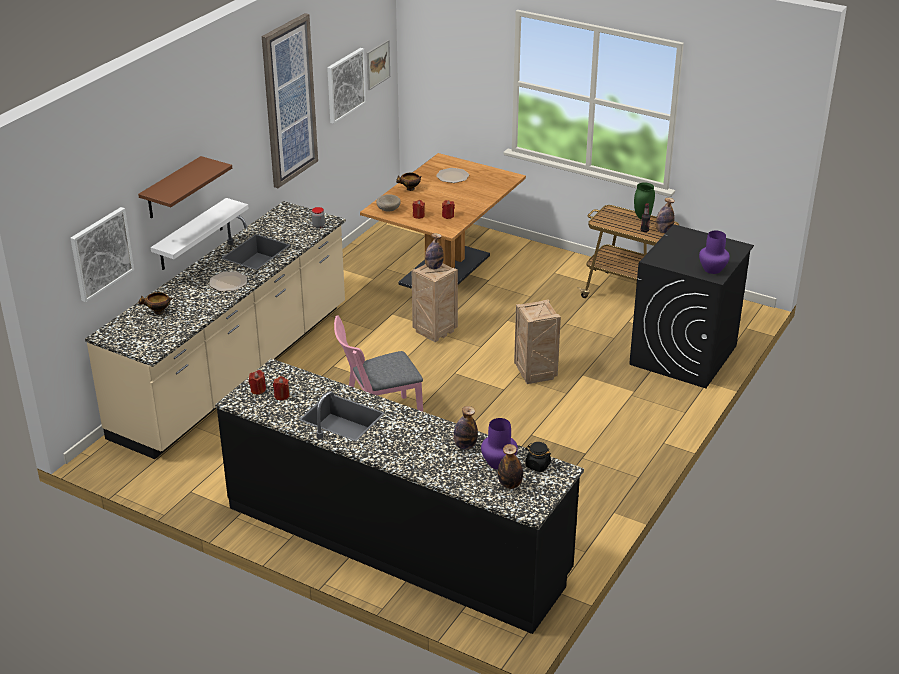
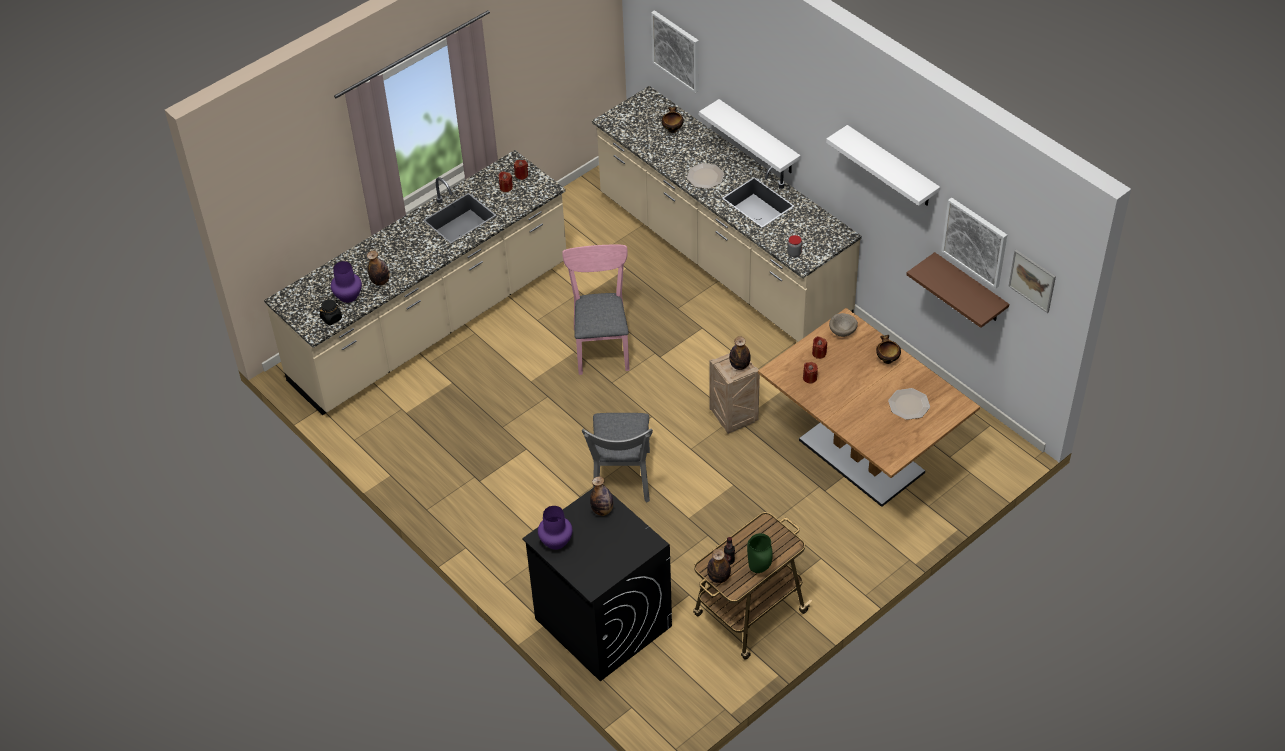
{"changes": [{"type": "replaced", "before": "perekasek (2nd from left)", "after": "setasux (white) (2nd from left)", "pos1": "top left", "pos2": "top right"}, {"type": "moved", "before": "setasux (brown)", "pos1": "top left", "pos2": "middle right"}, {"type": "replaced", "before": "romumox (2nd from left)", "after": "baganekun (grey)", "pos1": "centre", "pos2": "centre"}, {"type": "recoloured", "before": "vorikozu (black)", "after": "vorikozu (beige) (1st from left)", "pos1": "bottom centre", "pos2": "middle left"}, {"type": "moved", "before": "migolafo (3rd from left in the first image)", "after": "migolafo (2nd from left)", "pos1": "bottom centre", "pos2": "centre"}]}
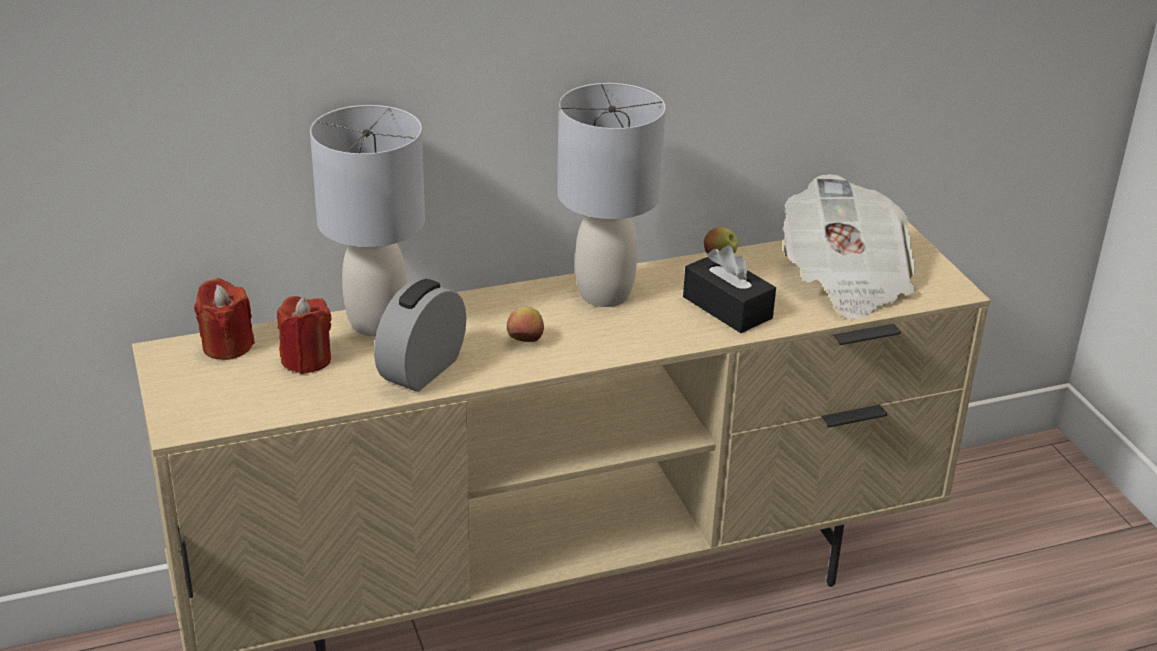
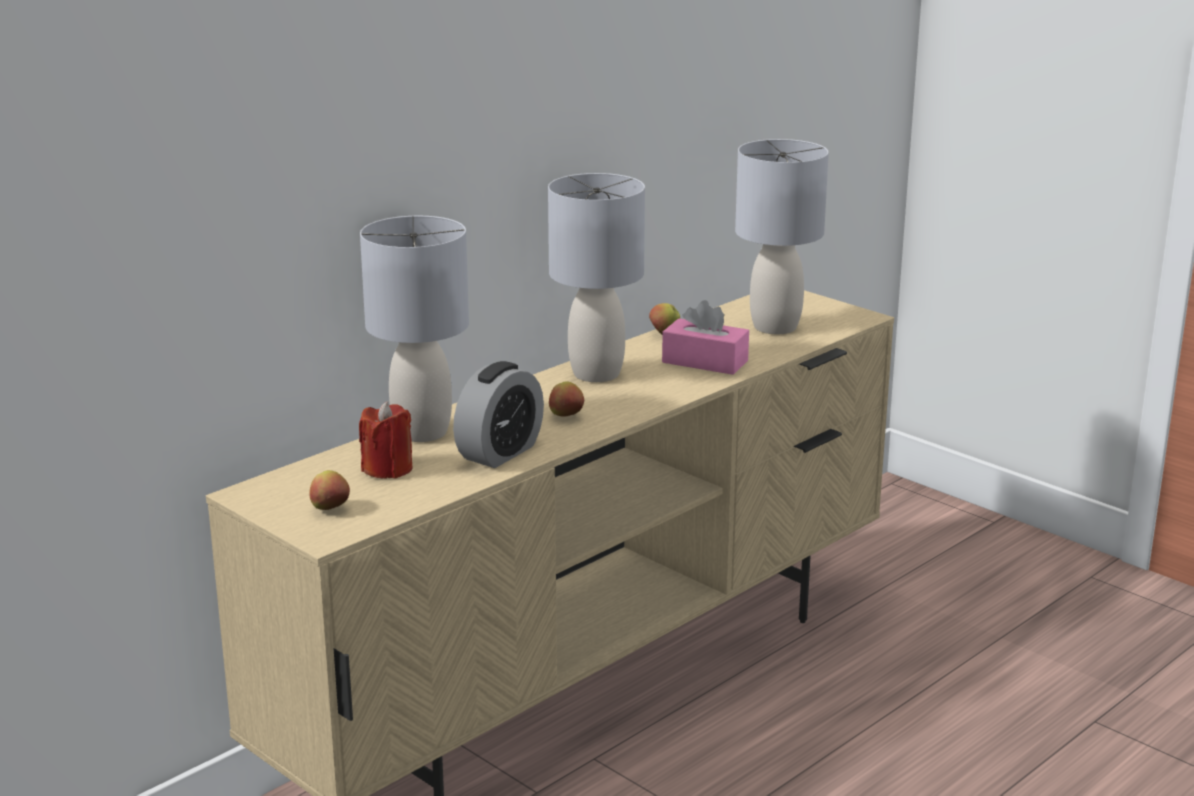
{"changes": [{"type": "replaced", "before": "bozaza", "after": "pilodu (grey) (3rd from left)", "pos1": "middle right", "pos2": "top centre"}, {"type": "recoloured", "before": "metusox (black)", "after": "metusox (pink)", "pos1": "centre", "pos2": "centre"}, {"type": "removed", "before": "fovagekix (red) (1st from left)", "pos1": "middle left"}, {"type": "turned", "before": "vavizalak", "pos1": "centre", "pos2": "centre", "turn": -150}, {"type": "added", "after": "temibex (1st from left)", "pos2": "middle left"}]}
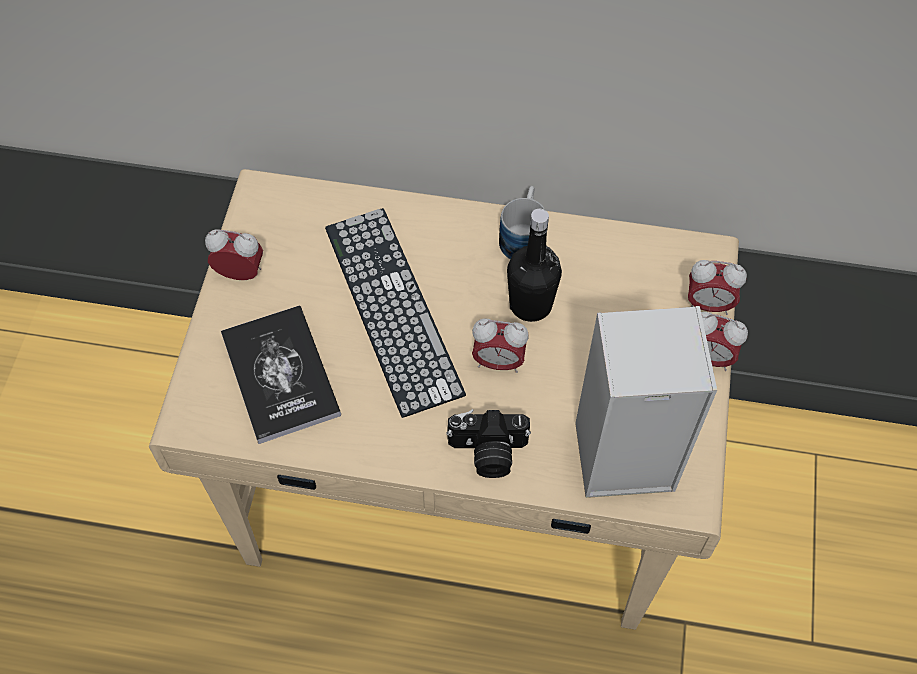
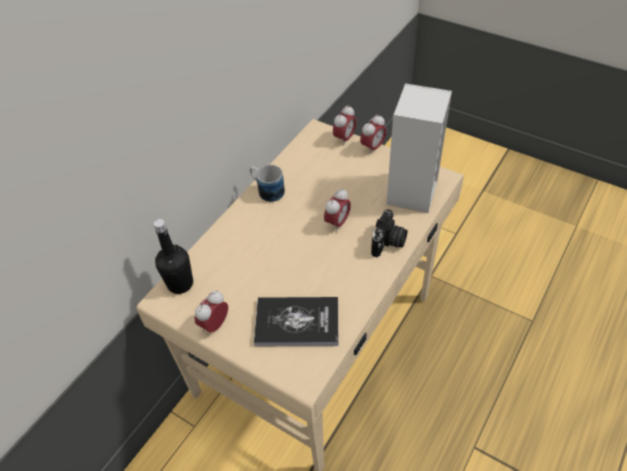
{"changes": [{"type": "removed", "before": "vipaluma", "pos1": "centre"}, {"type": "moved", "before": "migolafo (black)", "pos1": "centre", "pos2": "middle left"}]}
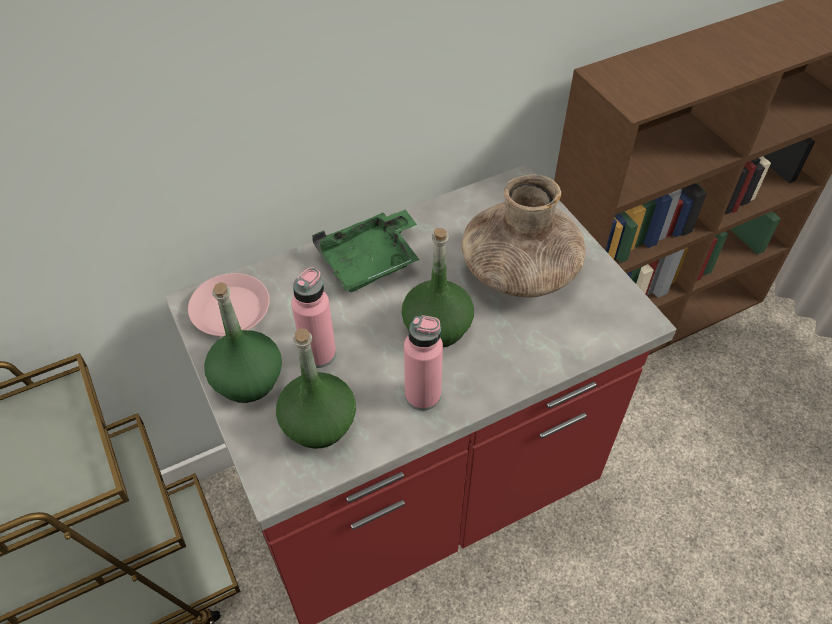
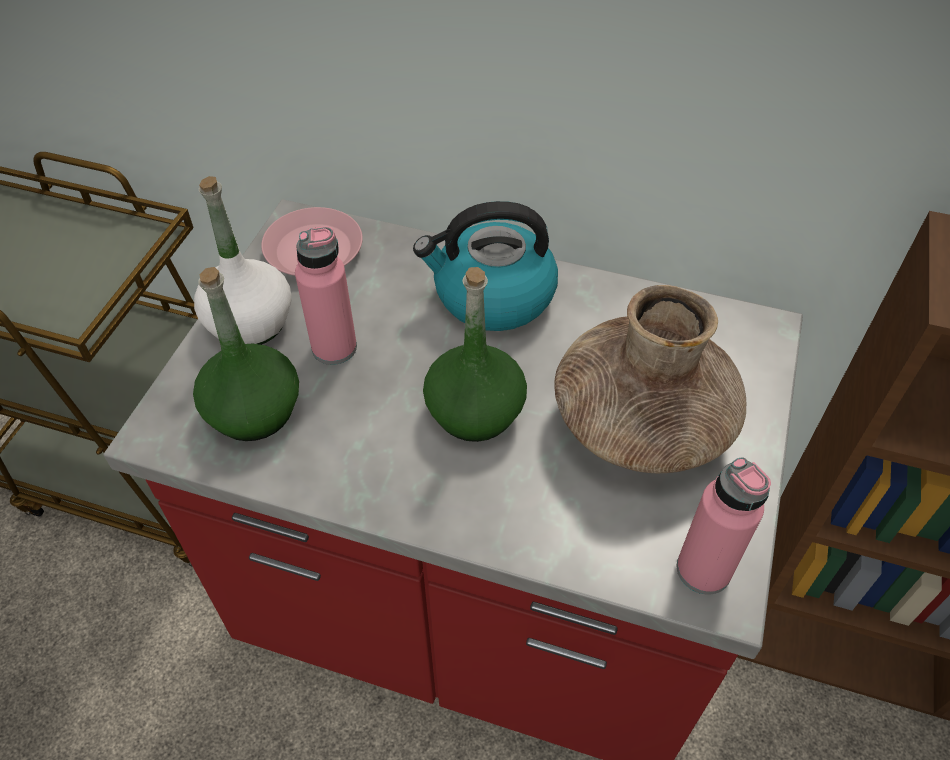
{"changes": [{"type": "replaced", "before": "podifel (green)", "after": "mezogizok", "pos1": "centre", "pos2": "centre"}, {"type": "recoloured", "before": "migolafo (green) (1st from left)", "after": "migolafo (white)", "pos1": "middle left", "pos2": "middle left"}, {"type": "moved", "before": "migolafo (pink) (2nd from left)", "pos1": "centre", "pos2": "bottom right"}]}
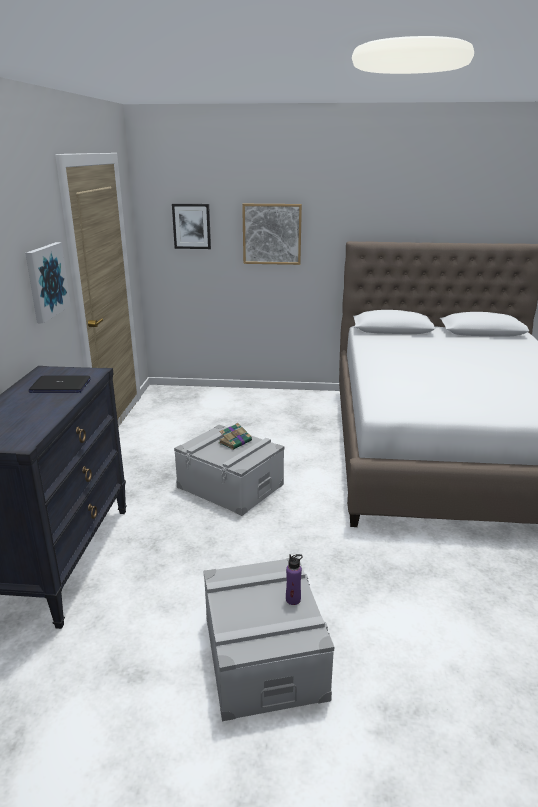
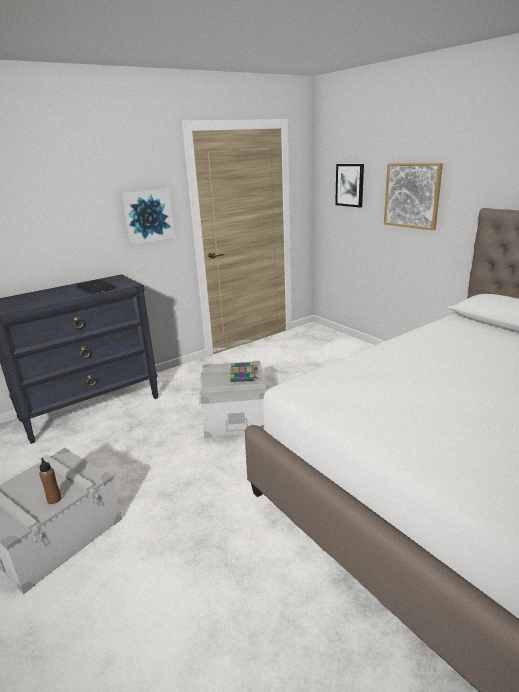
{"changes": [{"type": "recoloured", "before": "migolafo (purple)", "after": "migolafo (brown)", "pos1": "bottom centre", "pos2": "bottom left"}]}
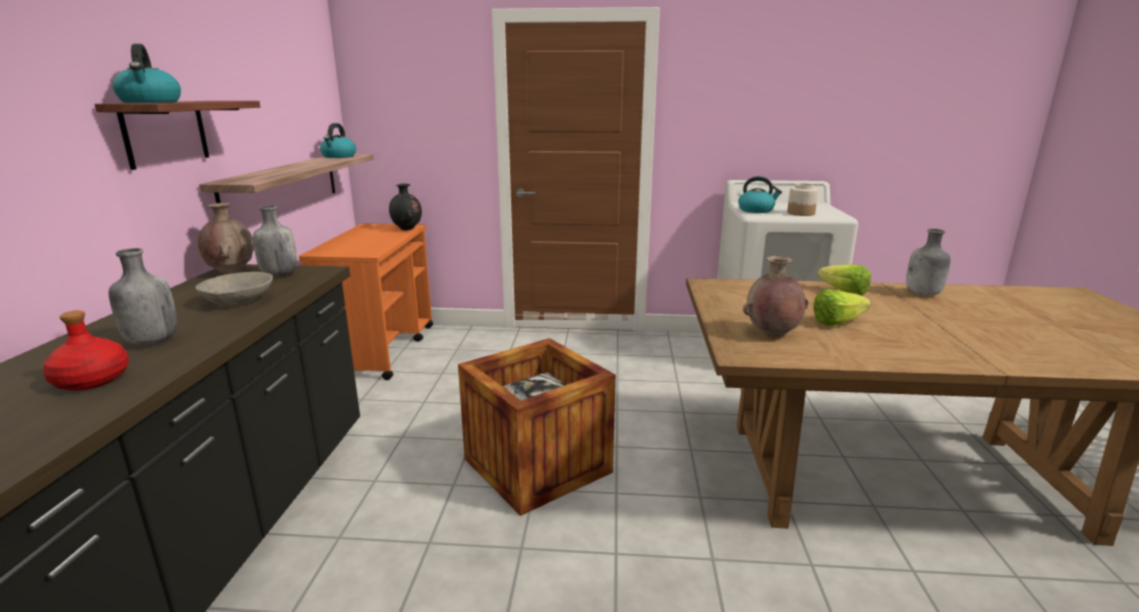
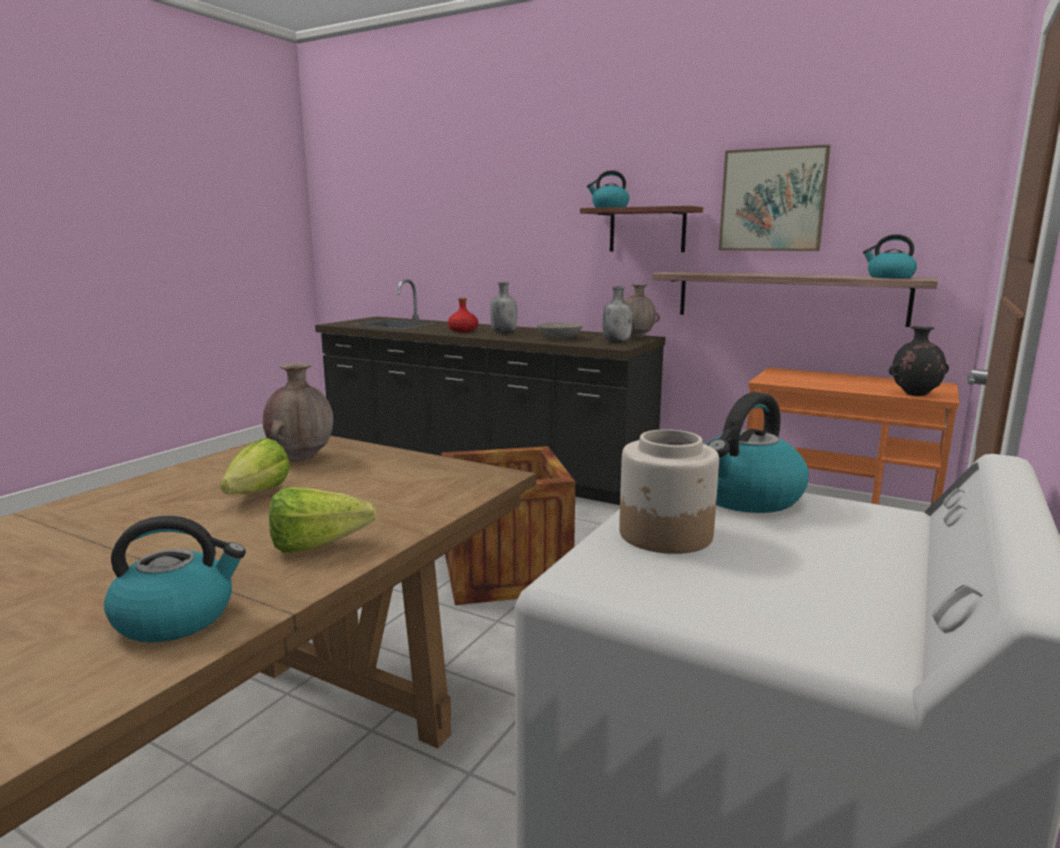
{"changes": [{"type": "replaced", "before": "migolafo (grey) (3rd from left)", "after": "mezogizok (1st from left)", "pos1": "middle right", "pos2": "bottom left"}, {"type": "added", "after": "perekasek", "pos2": "top right"}]}
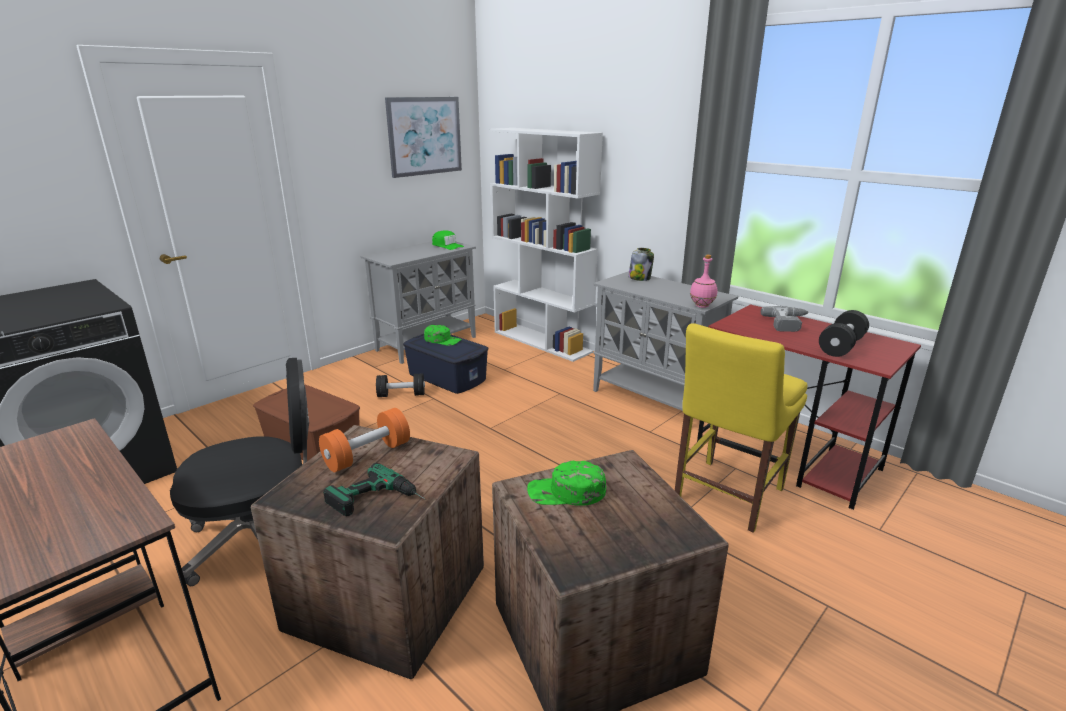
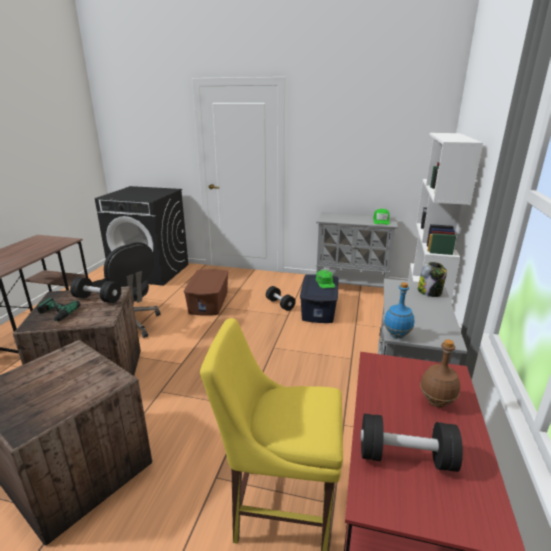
{"changes": [{"type": "removed", "before": "perekasek", "pos1": "top centre"}, {"type": "recoloured", "before": "migolafo (pink)", "after": "migolafo (blue)", "pos1": "centre", "pos2": "middle right"}, {"type": "replaced", "before": "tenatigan (2nd from left)", "after": "migolafo (brown)", "pos1": "middle right", "pos2": "bottom right"}, {"type": "recoloured", "before": "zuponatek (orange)", "after": "zuponatek (black) (1st from left)", "pos1": "centre", "pos2": "middle left"}, {"type": "removed", "before": "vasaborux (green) (3rd from left)", "pos1": "bottom centre"}]}
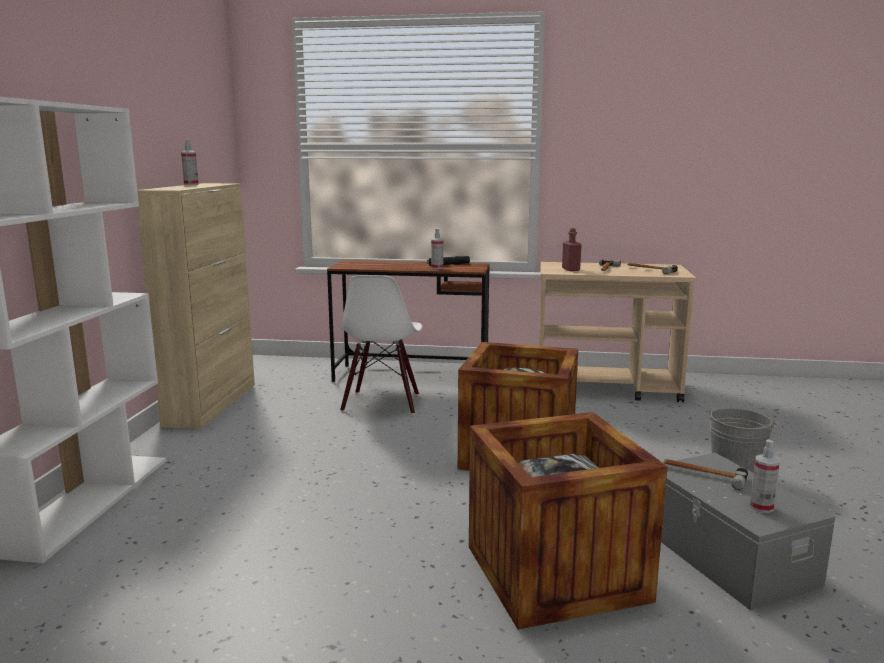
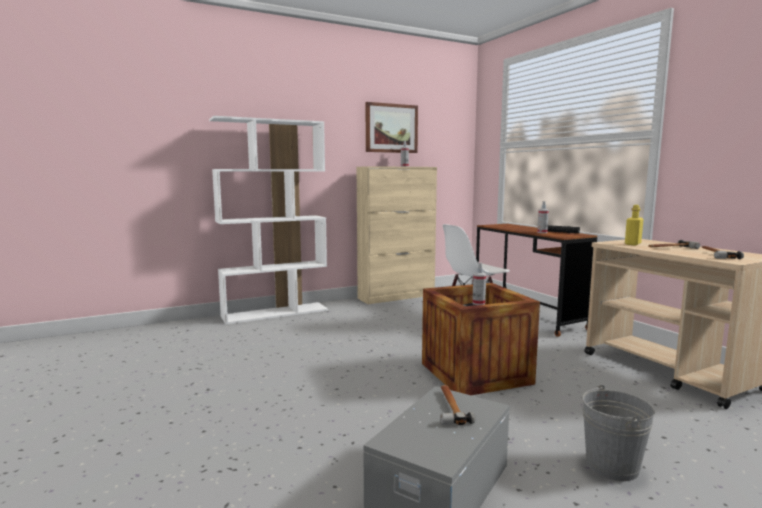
{"changes": [{"type": "recoloured", "before": "migolafo (red)", "after": "migolafo (yellow)", "pos1": "centre", "pos2": "middle right"}, {"type": "removed", "before": "romumox (2nd from left)", "pos1": "bottom centre"}, {"type": "moved", "before": "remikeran (3rd from left in the first image)", "after": "remikeran (2nd from left)", "pos1": "bottom right", "pos2": "centre"}, {"type": "added", "after": "perekasek", "pos2": "top centre"}]}
